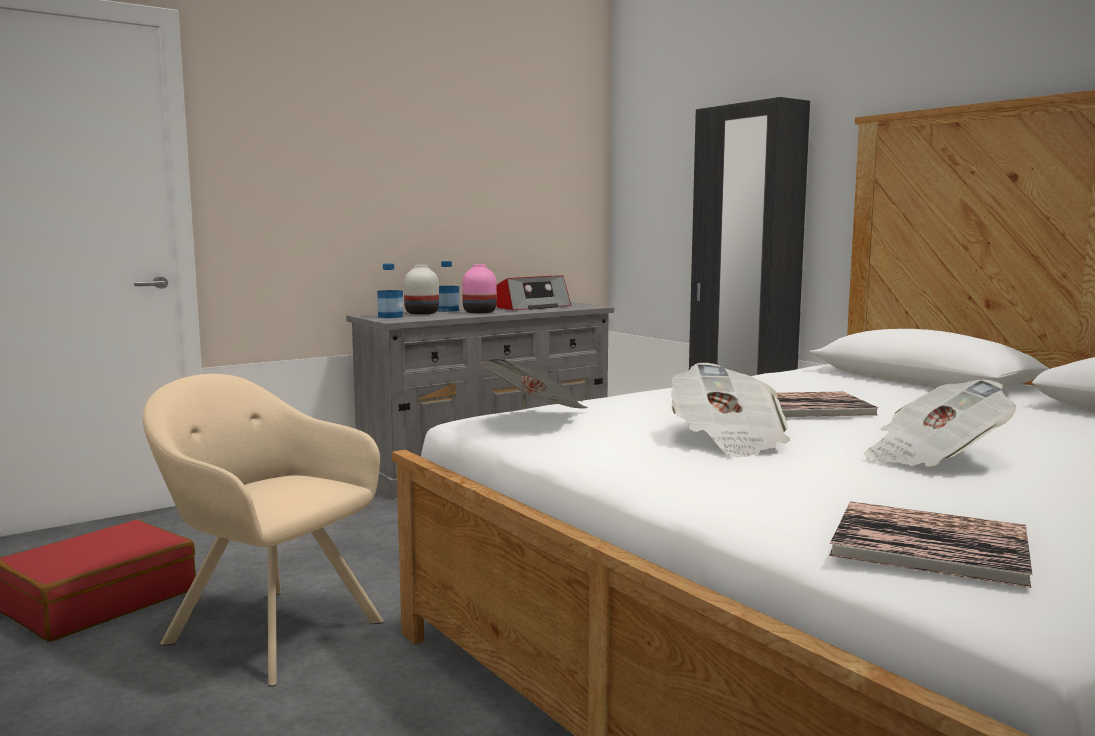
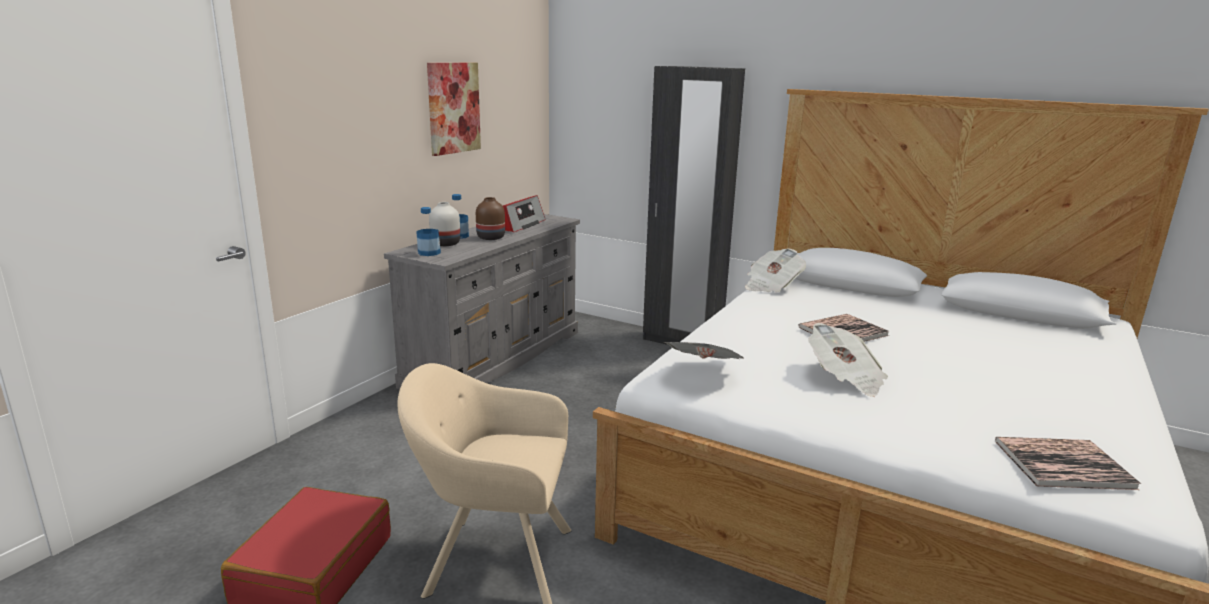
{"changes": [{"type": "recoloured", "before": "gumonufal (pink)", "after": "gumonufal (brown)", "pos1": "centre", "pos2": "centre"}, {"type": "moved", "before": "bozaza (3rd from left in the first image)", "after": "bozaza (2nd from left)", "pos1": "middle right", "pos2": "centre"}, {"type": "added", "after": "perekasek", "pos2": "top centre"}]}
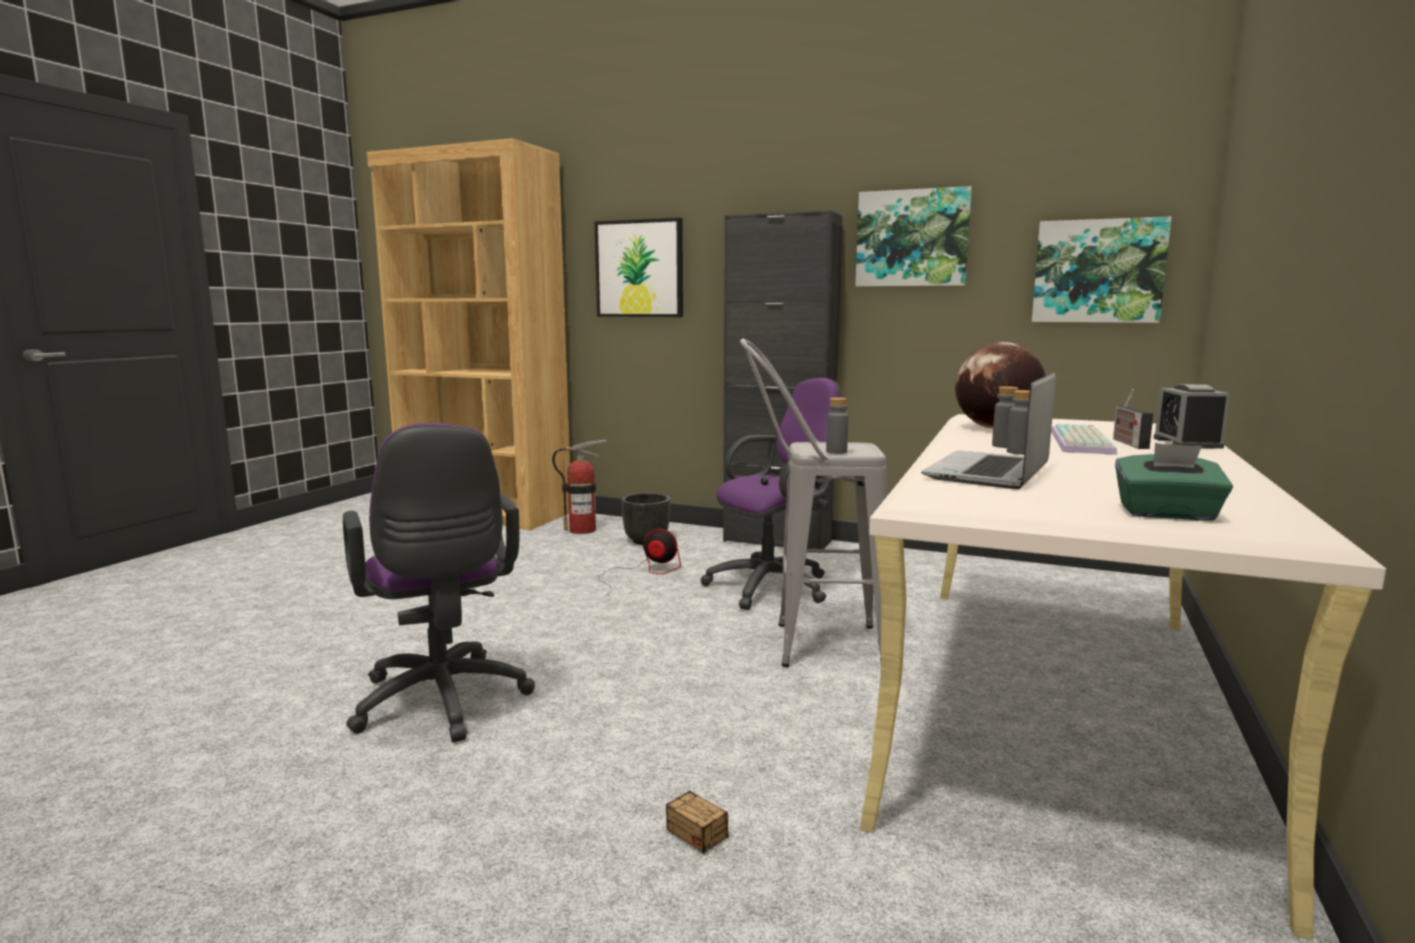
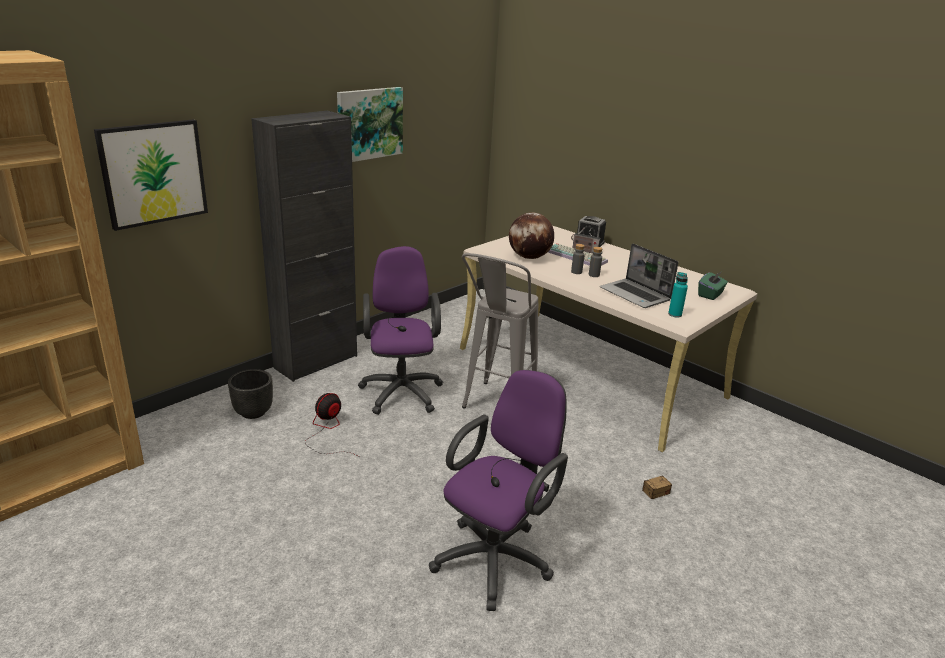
{"changes": [{"type": "removed", "before": "perekasek (3rd from left)", "pos1": "top right"}, {"type": "removed", "before": "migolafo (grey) (1st from left)", "pos1": "centre"}, {"type": "turned", "before": "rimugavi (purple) (1st from left in the first image)", "pos1": "middle left", "pos2": "bottom centre", "turn": -45}, {"type": "removed", "before": "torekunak", "pos1": "centre"}, {"type": "added", "after": "migolafo (turquoise)", "pos2": "middle right"}]}
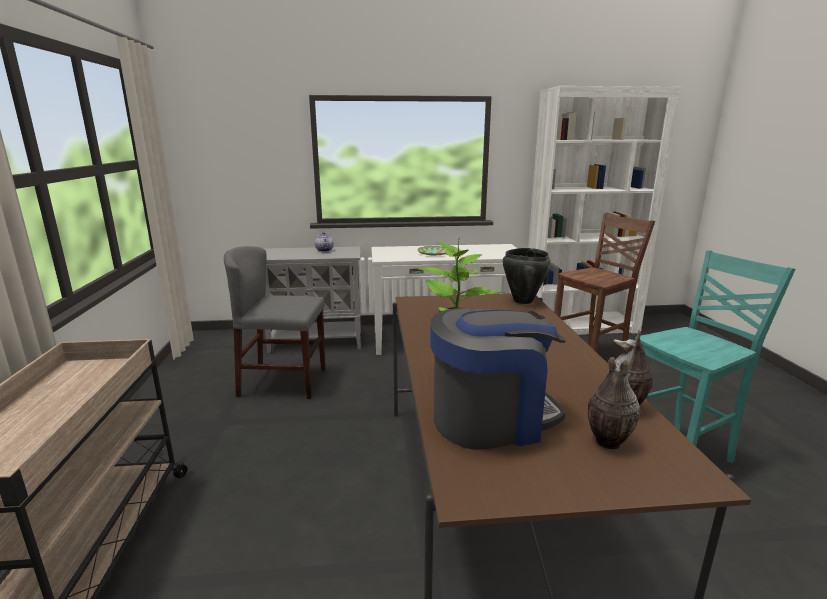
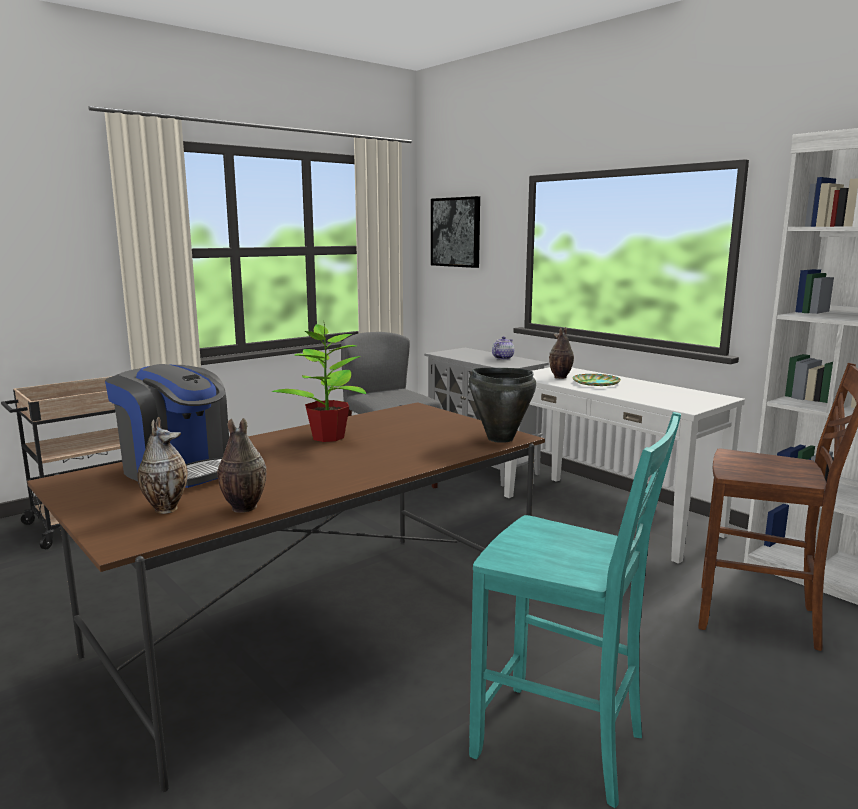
{"changes": [{"type": "added", "after": "perekasek", "pos2": "top centre"}, {"type": "added", "after": "gumonufal (3rd from left)", "pos2": "centre"}]}
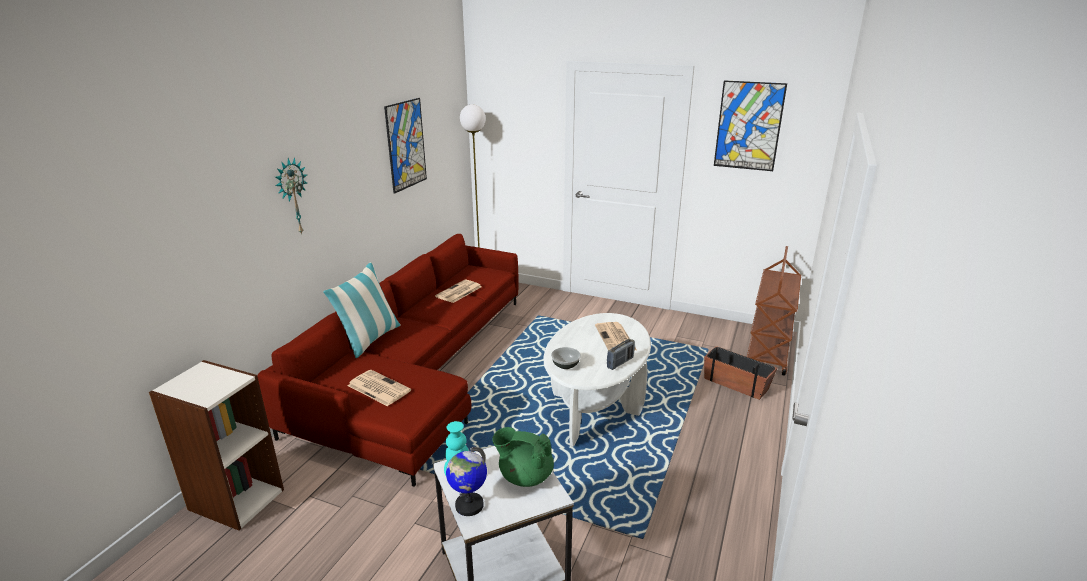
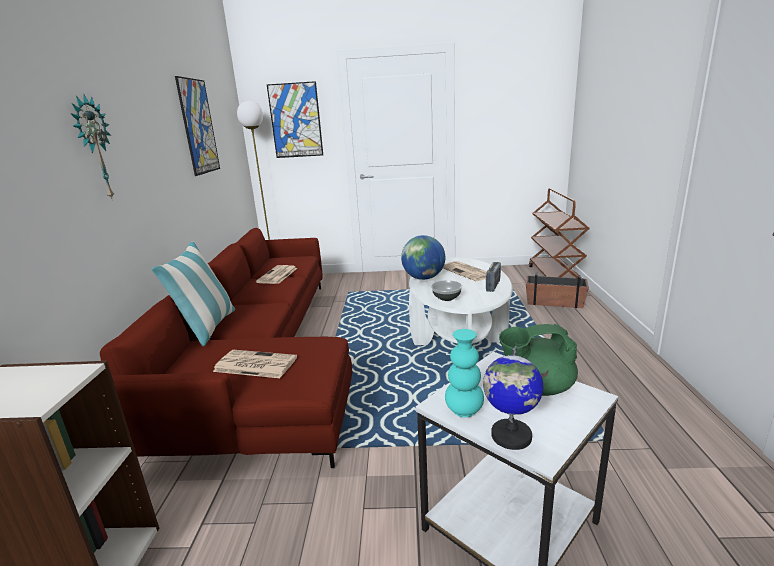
{"changes": [{"type": "moved", "before": "perekasek (2nd from left)", "pos1": "top right", "pos2": "top centre"}, {"type": "added", "after": "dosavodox (1st from left)", "pos2": "centre"}]}
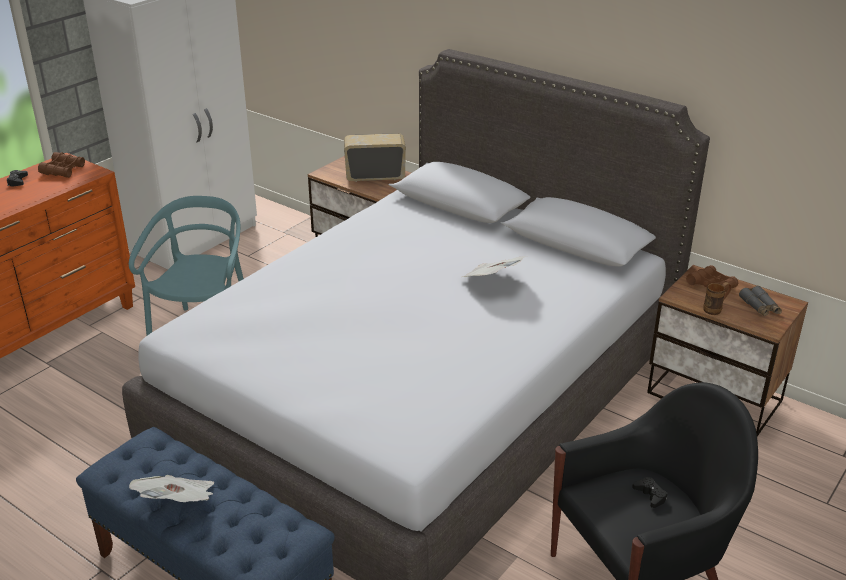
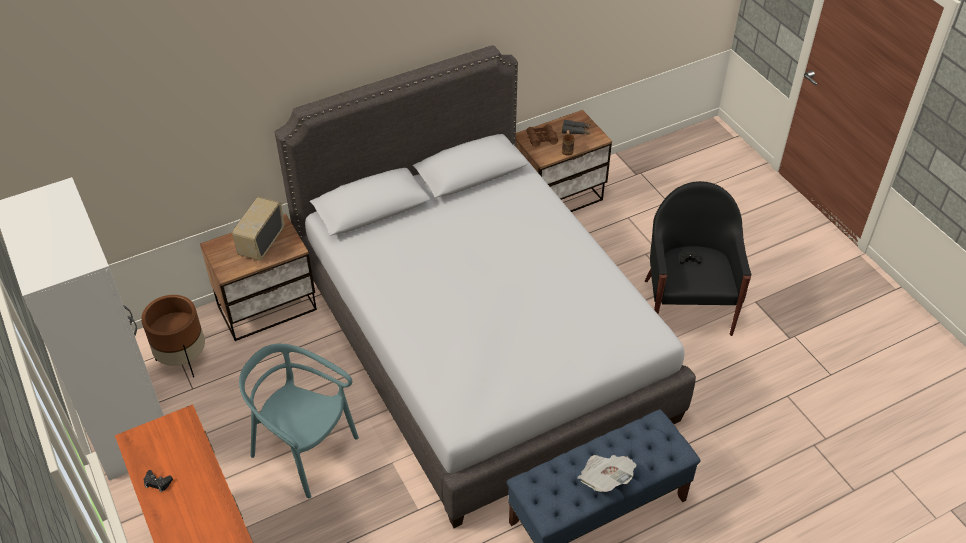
{"changes": [{"type": "removed", "before": "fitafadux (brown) (1st from left)", "pos1": "top left"}, {"type": "removed", "before": "bozaza (2nd from left)", "pos1": "centre"}, {"type": "added", "after": "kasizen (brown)", "pos2": "middle left"}]}
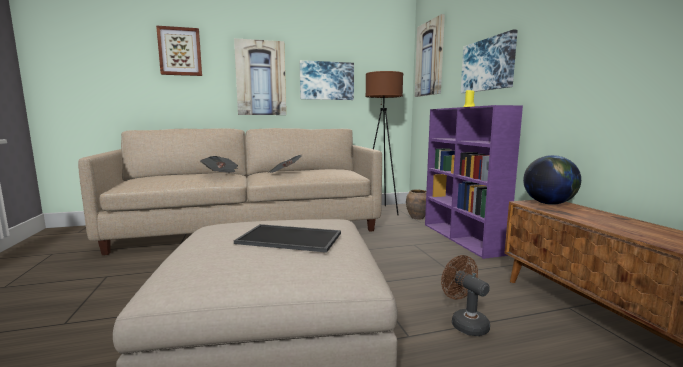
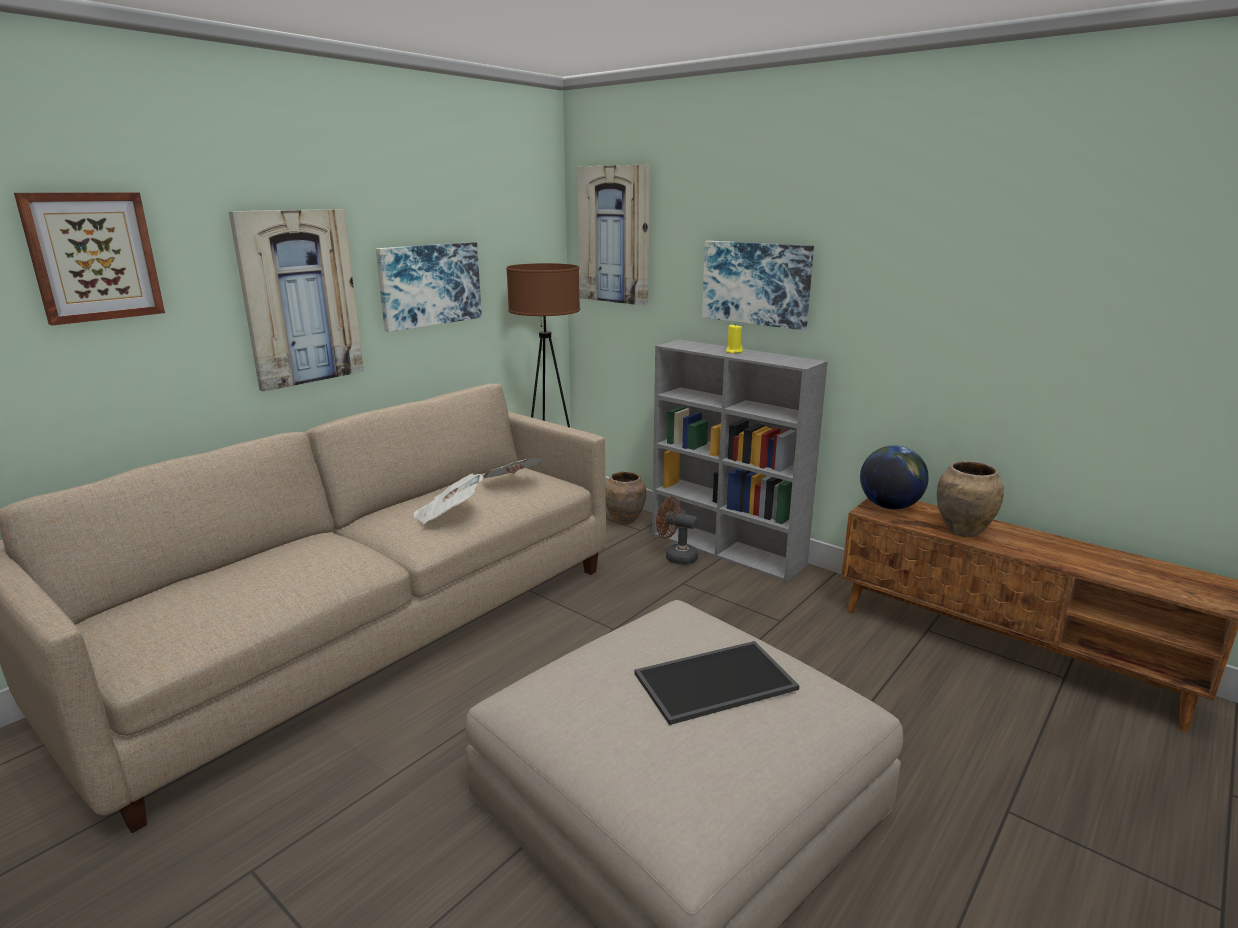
{"changes": [{"type": "recoloured", "before": "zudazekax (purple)", "after": "zudazekax (grey)", "pos1": "middle right", "pos2": "centre"}, {"type": "moved", "before": "bozaza (1st from left in the first image)", "after": "bozaza (2nd from left)", "pos1": "middle left", "pos2": "centre"}, {"type": "moved", "before": "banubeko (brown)", "pos1": "bottom right", "pos2": "centre"}, {"type": "added", "after": "gumonufal (brown) (2nd from left)", "pos2": "middle right"}]}
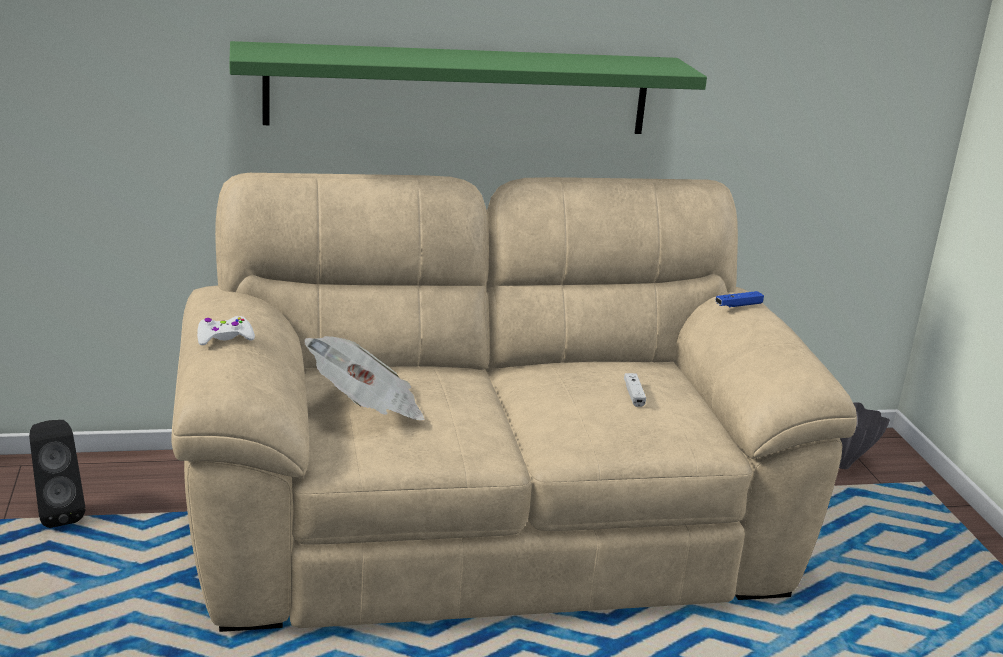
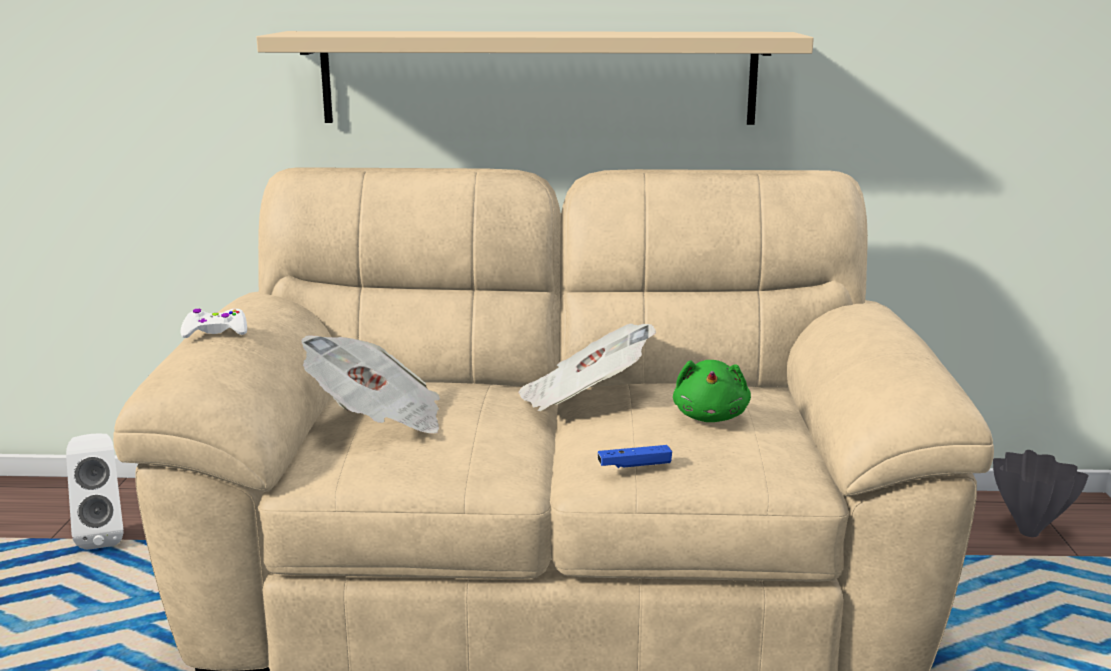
{"changes": [{"type": "recoloured", "before": "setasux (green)", "after": "setasux (beige)", "pos1": "top centre", "pos2": "top centre"}, {"type": "moved", "before": "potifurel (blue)", "pos1": "middle right", "pos2": "bottom centre"}, {"type": "replaced", "before": "potifurel (white) (2nd from left)", "after": "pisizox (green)", "pos1": "centre", "pos2": "centre"}, {"type": "recoloured", "before": "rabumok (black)", "after": "rabumok (white)", "pos1": "bottom left", "pos2": "bottom left"}, {"type": "added", "after": "bozaza (2nd from left)", "pos2": "centre"}]}
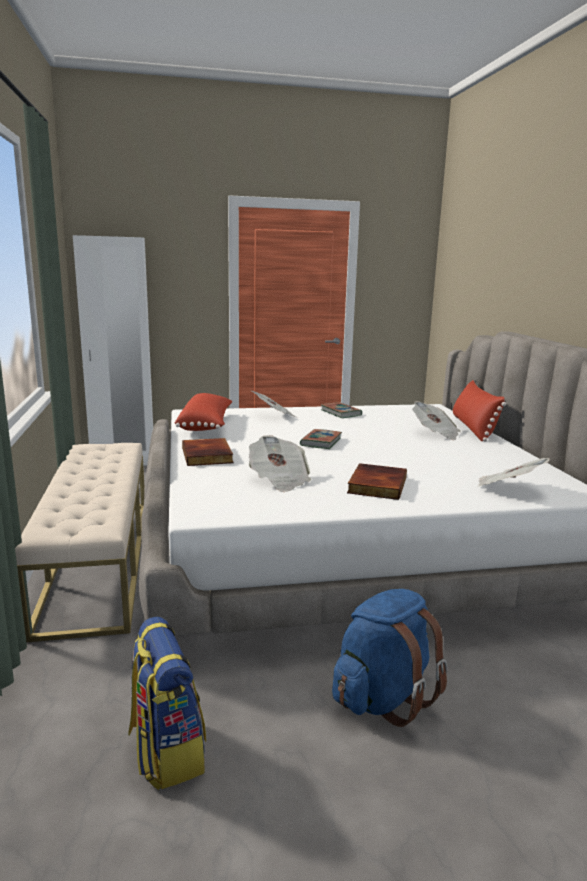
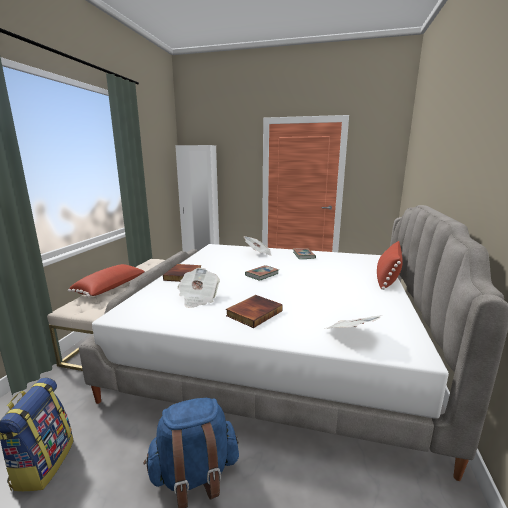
{"changes": [{"type": "moved", "before": "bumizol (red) (1st from left)", "pos1": "centre", "pos2": "middle left"}, {"type": "removed", "before": "bozaza (3rd from left)", "pos1": "middle right"}]}
